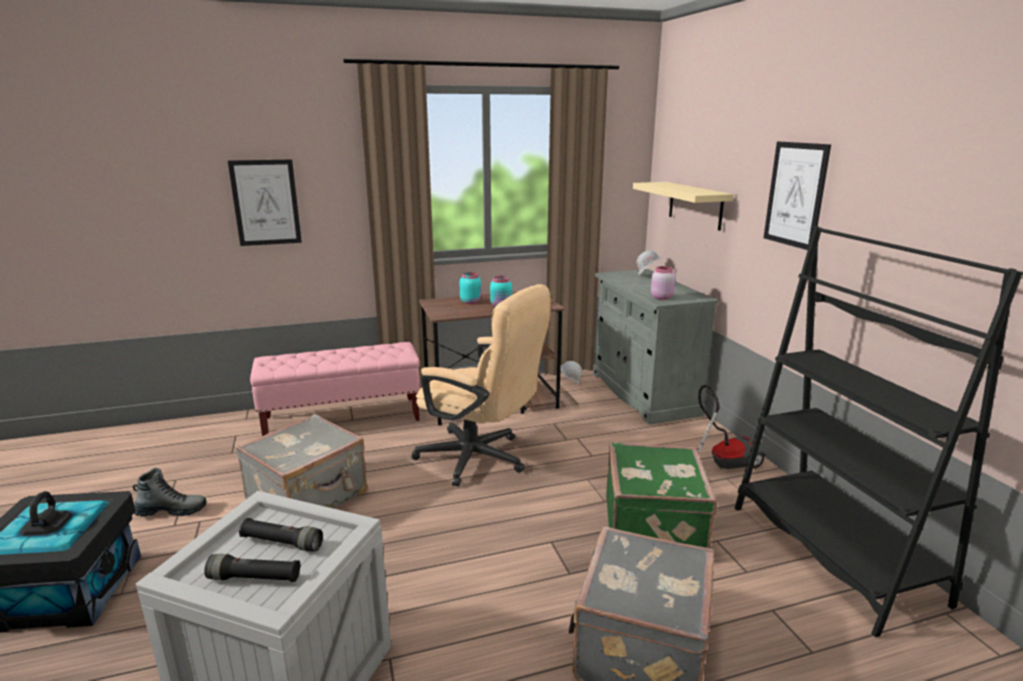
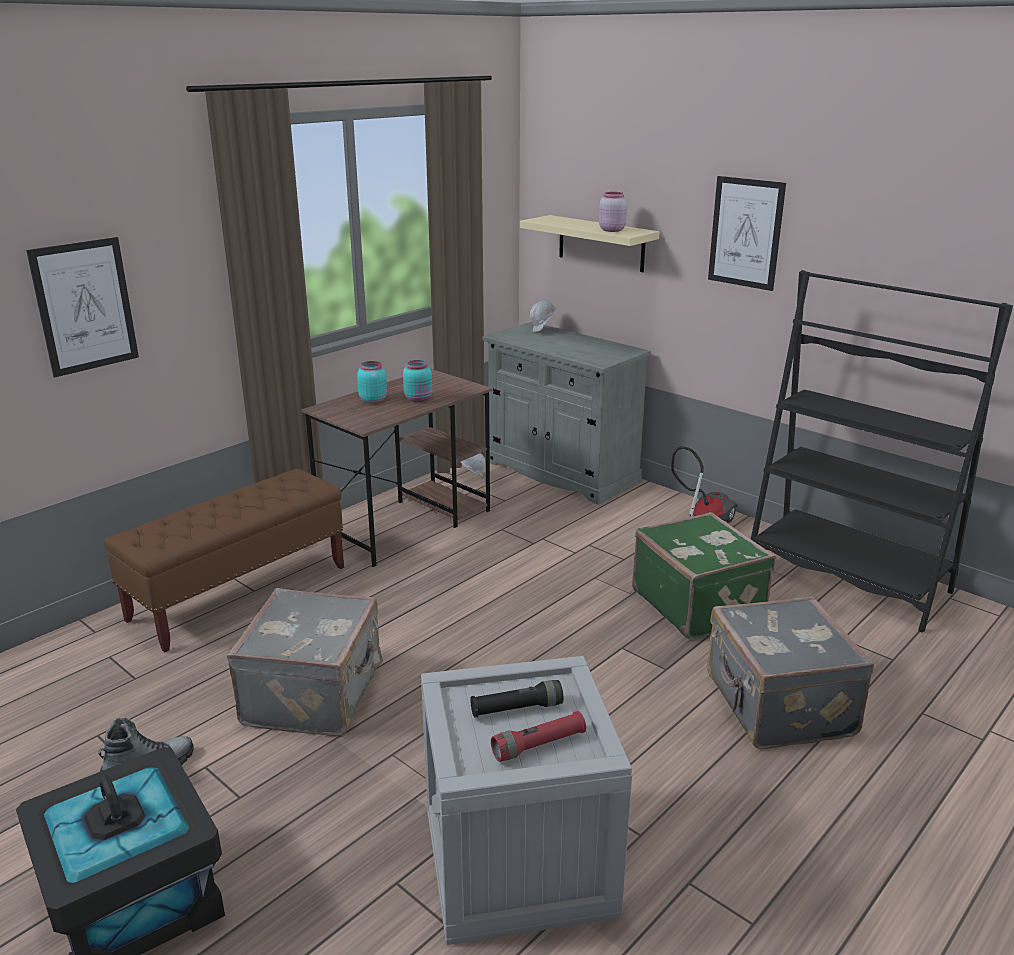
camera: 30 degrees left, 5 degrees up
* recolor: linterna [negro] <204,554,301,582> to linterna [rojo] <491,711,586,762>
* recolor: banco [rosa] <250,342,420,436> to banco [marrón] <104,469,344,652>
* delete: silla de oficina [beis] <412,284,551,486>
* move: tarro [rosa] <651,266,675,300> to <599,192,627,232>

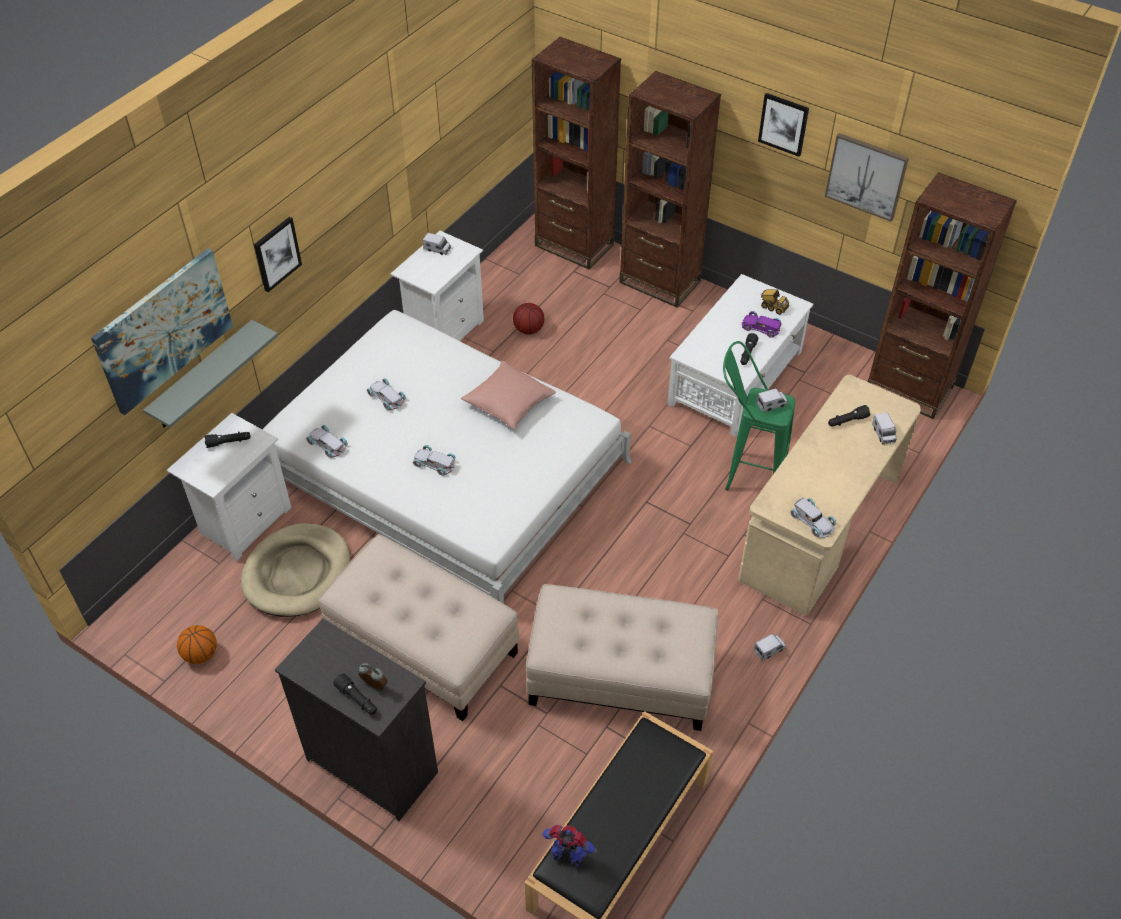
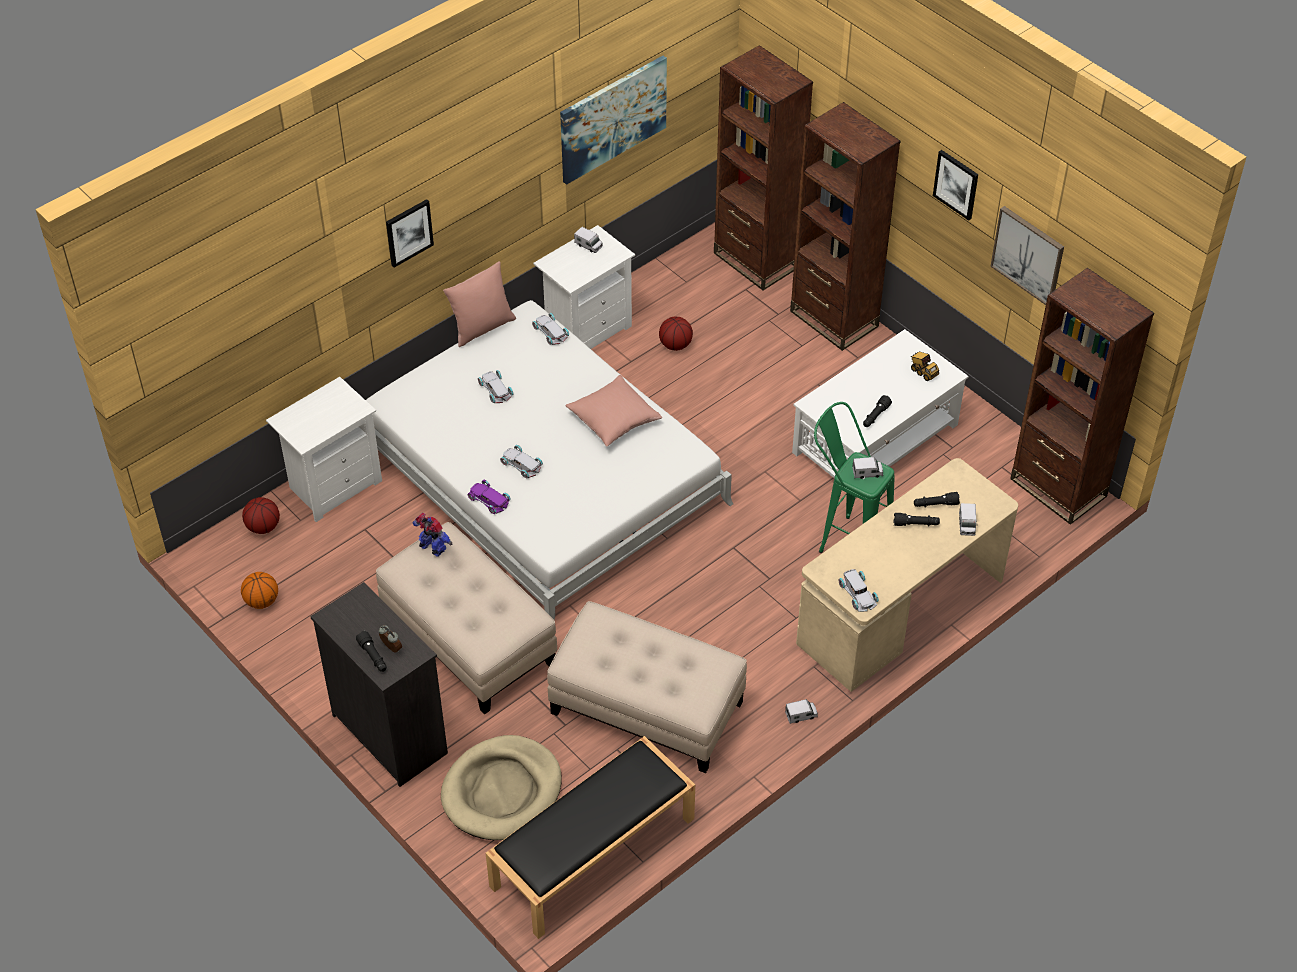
camera: 15 degrees right, 0 degrees up
* move: cuadro <91,248,233,415> to <560,56,667,185>
* delete: estante [gris] <143,320,278,428>
* move: linterna [negro] <204,431,251,448> to <894,513,940,526>
* move: cama para perro [beis] <241,523,350,617> to <441,735,562,840>
* move: coche de juguete [blanco] <306,425,348,458> to <532,313,569,345>
* move: robot de juguete <542,825,597,866> to <412,513,452,557>
* move: coche de juguete [morado] <742,311,781,338> to <467,480,511,514>
* insert: balón de baloncesto <242,497,280,534>
* insert: cojín [rosa] <443,261,516,347>

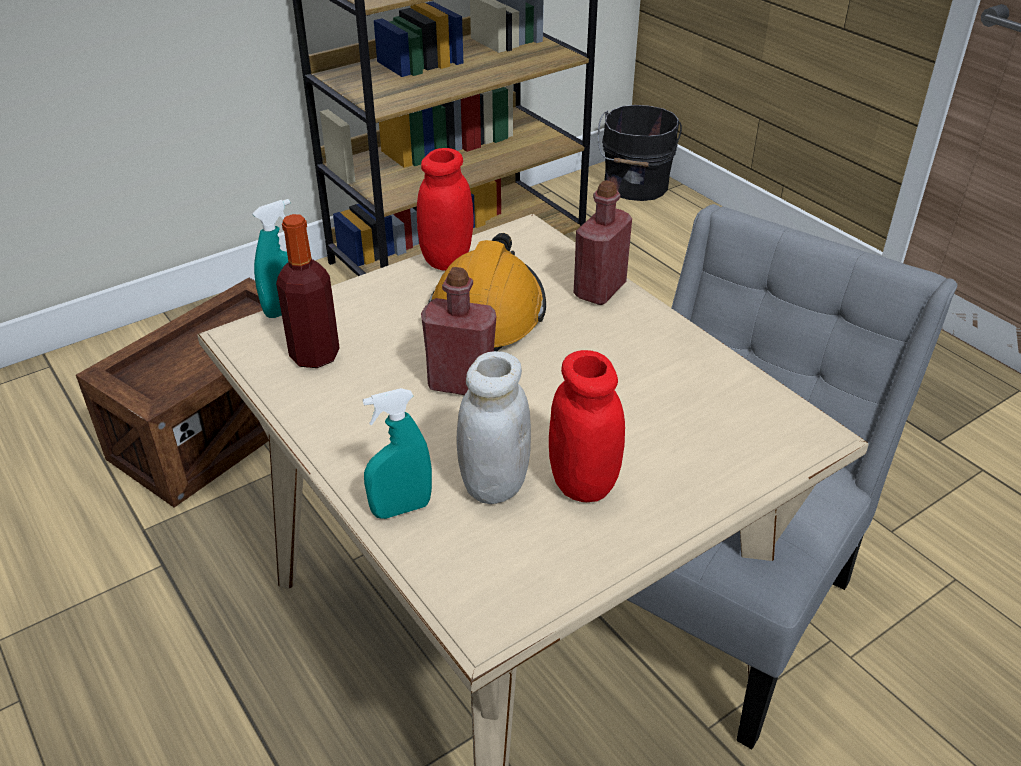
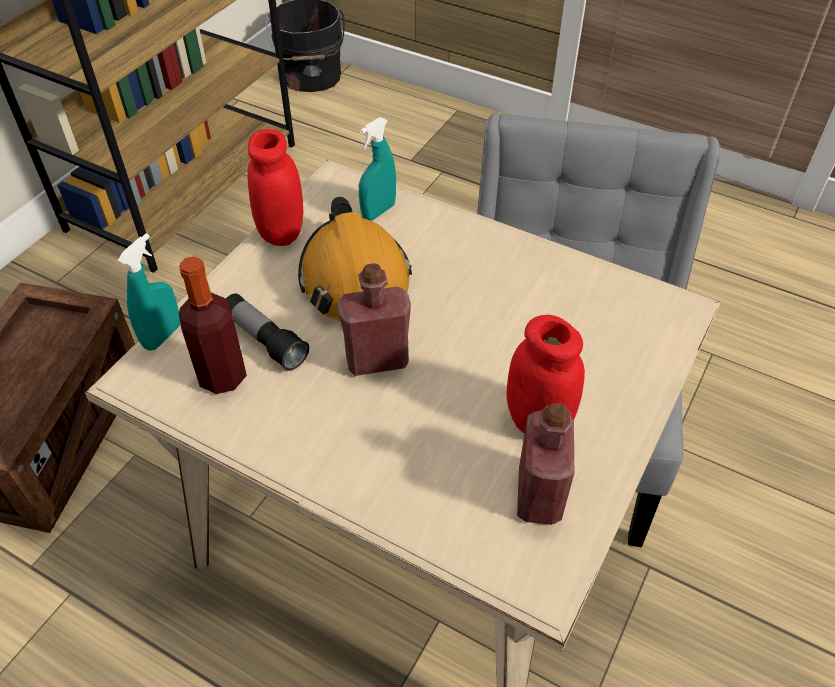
camera: 25 degrees left, 10 degrees up
* move: pulverizador [turquesa] <363,388,432,519> to <359,117,396,220>
* delete: tarro [blanco] <456,351,531,504>
* move: botella [rojo] <574,180,632,305> to <517,403,574,525>
* insert: linterna <226,293,309,371>

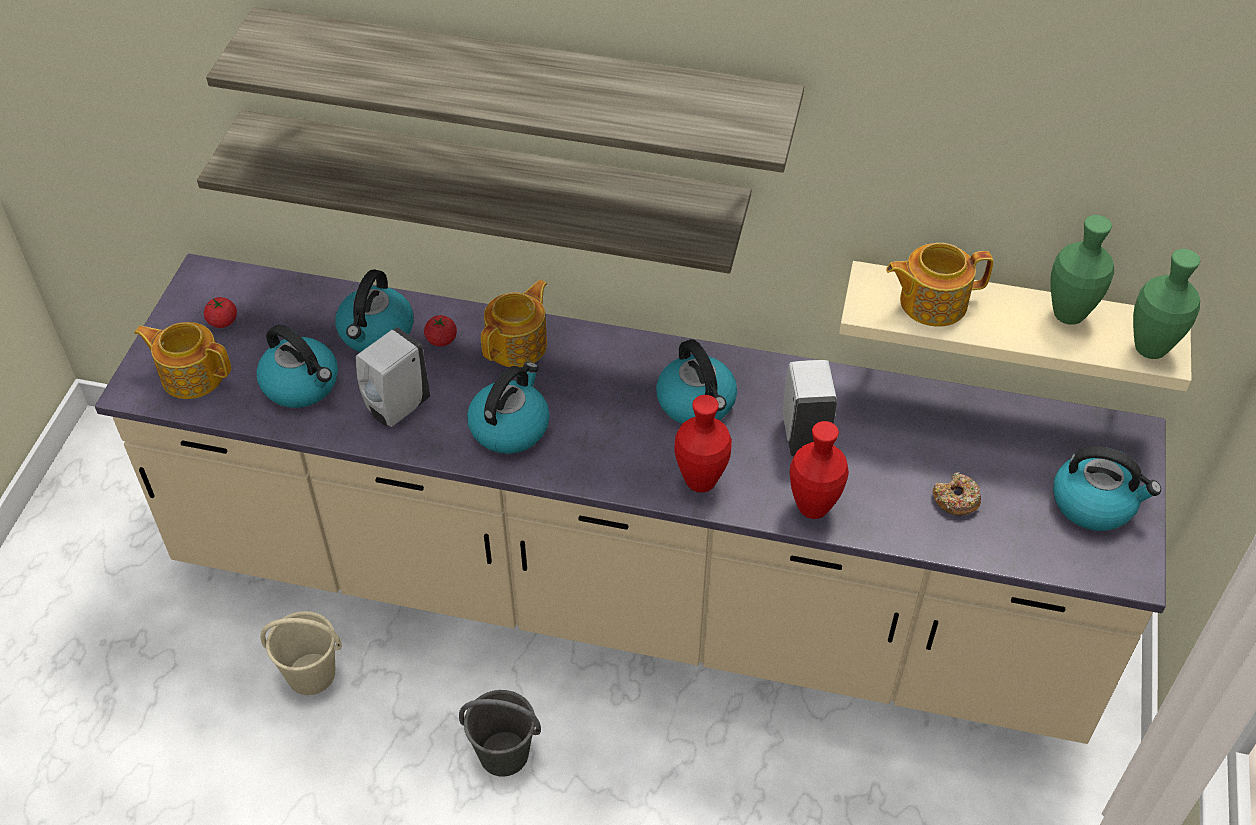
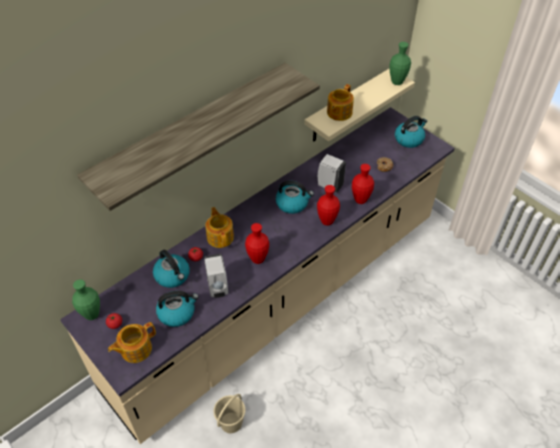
camera: 55 degrees left, 0 degrees up
* delete: estante <197,110,752,274>
* delete: cubo [gris] <459,690,541,777>
* replace: hervidor <467,362,550,454> to florero [rojo] <245,223,269,264>
* move: florero [verde] <1050,215,1114,325> to <72,279,100,320>

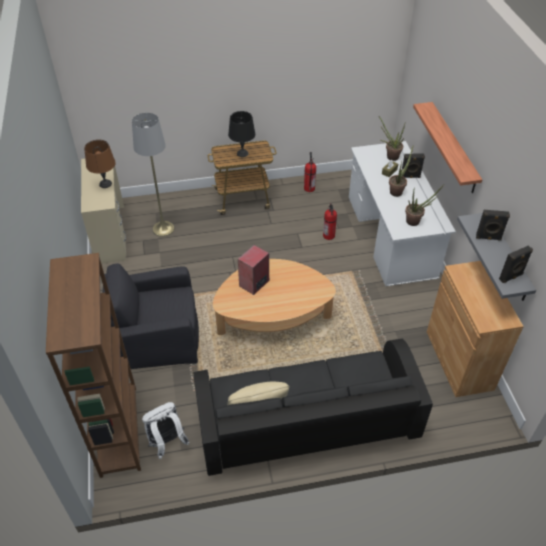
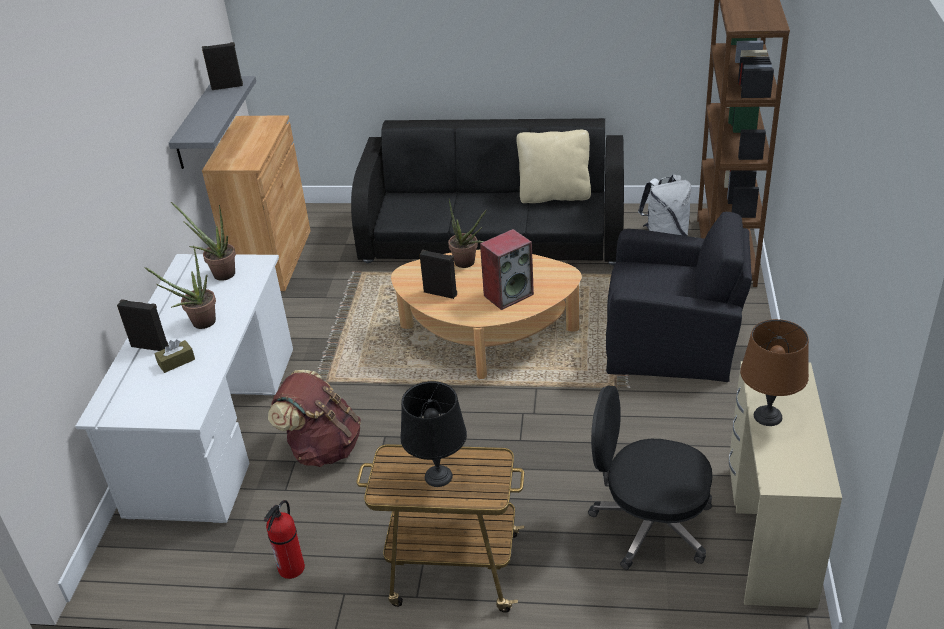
camera: 160 degrees left, 10 degrees down
* replace: lámpara de pie [gris] <132,113,174,237> to silla de oficina [negro] <588,385,712,570>
* replace: extintor <323,203,337,240> to mochila [marrón] <268,370,361,467>
* move: planta en maceta <378,115,405,161> to <448,199,487,268>
* delete: estante <413,102,482,193>
* move: altavoz [negro] <476,210,510,241> to <419,250,457,299>

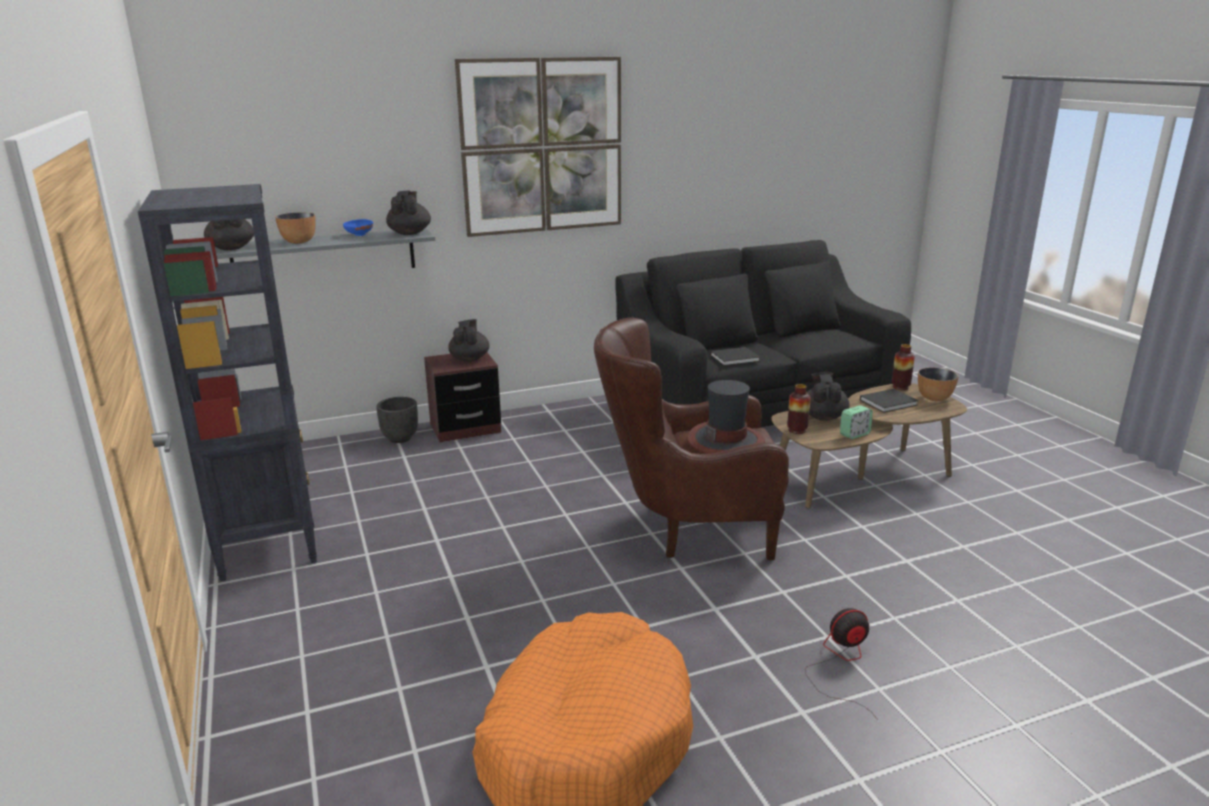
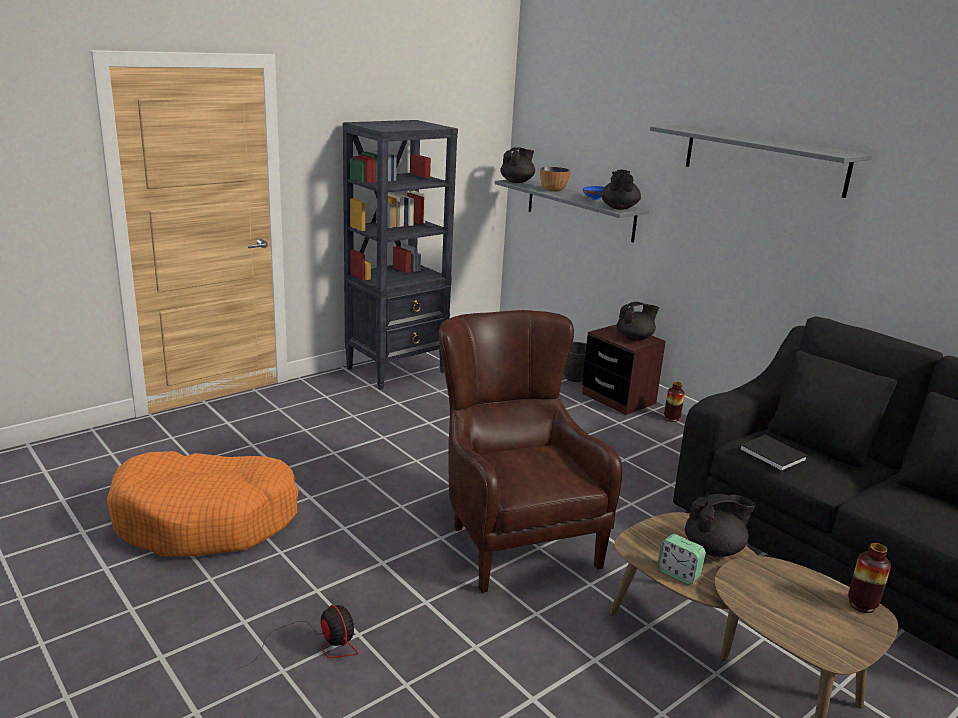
camera: 70 degrees right, 0 degrees up
* rotate: tetera [negro] <386,191,431,235> = <601,170,641,210> 60 degrees counterclockwise
* replace: cuadro <455,57,621,237> to estante [gris] <650,125,873,198>
* delete: sombrero <688,380,765,454>
* move: florero <787,384,811,434> to <664,382,685,422>
* delete: libro [negro] <860,389,918,413>
* delete: cuenco <918,368,958,401>

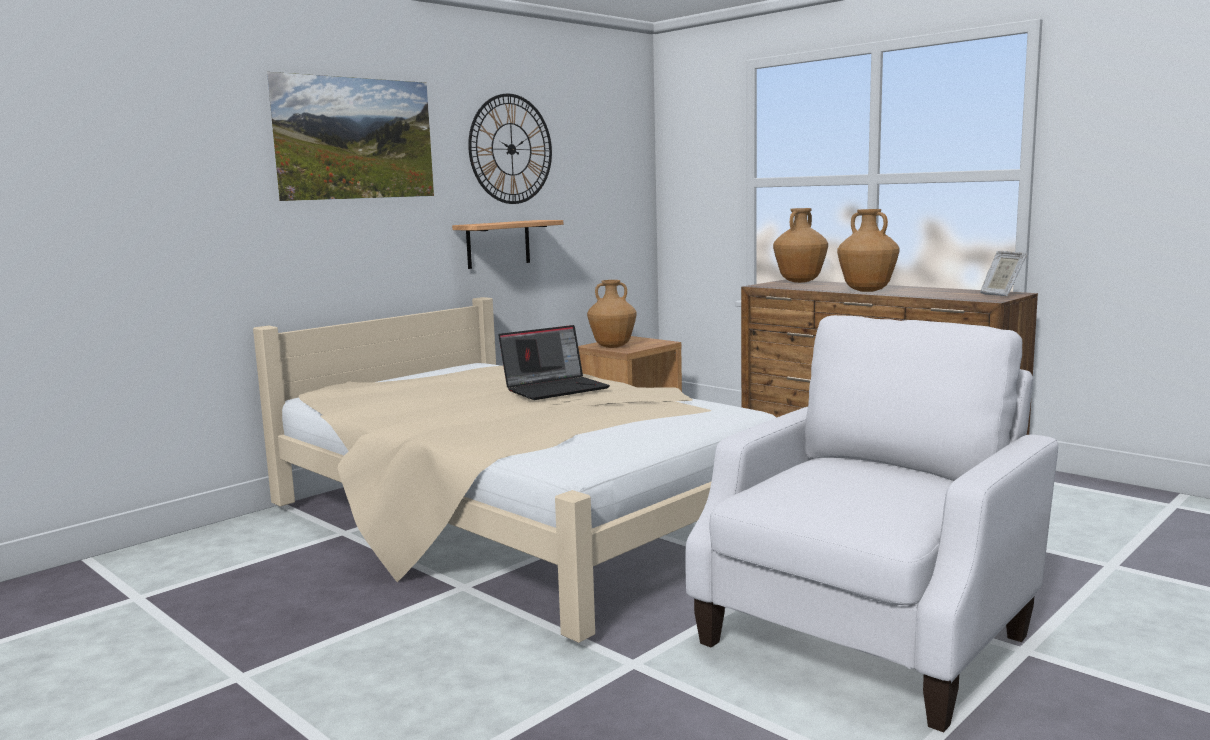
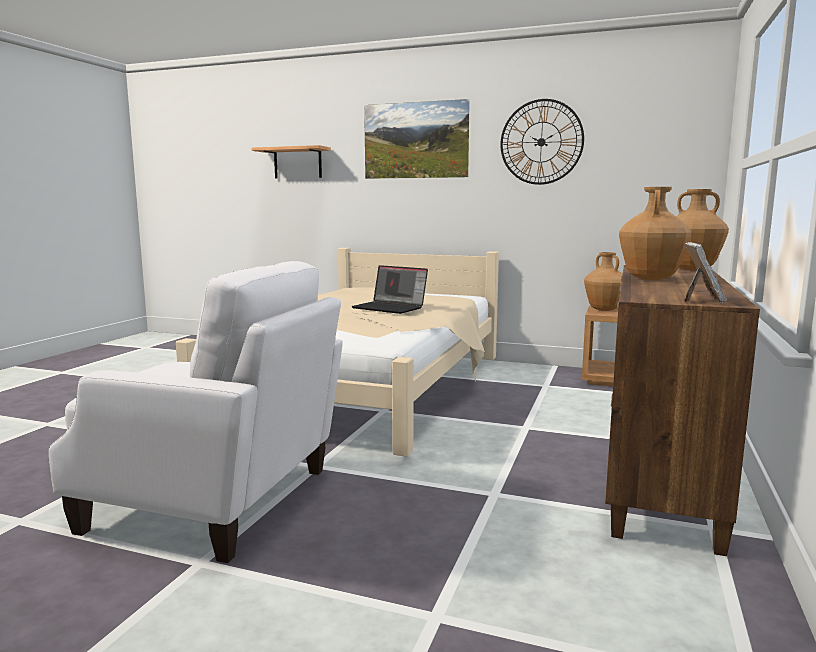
camera: 65 degrees right, 0 degrees up
* move: estante <452,220,563,269> to <251,145,331,178>
* rotate: portarretratos <980,251,1027,296> = <684,242,727,304> 150 degrees clockwise

